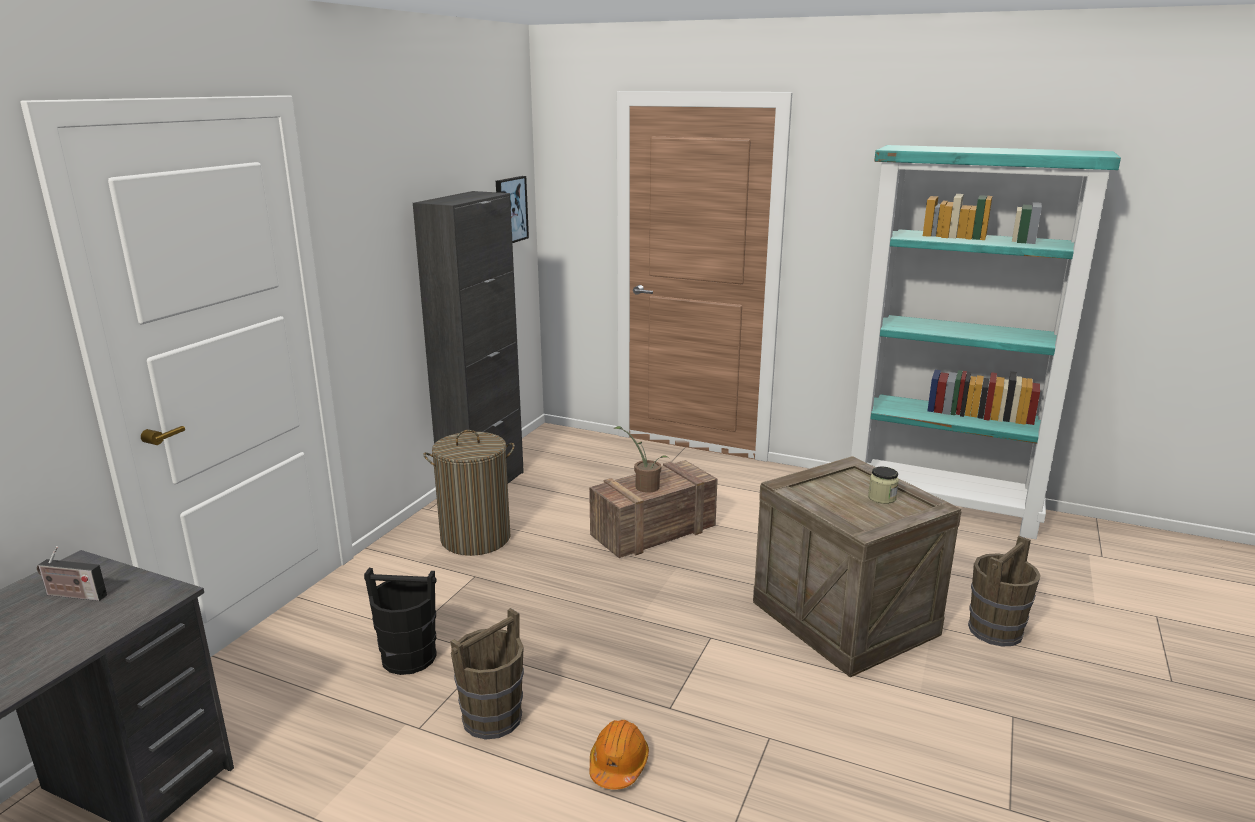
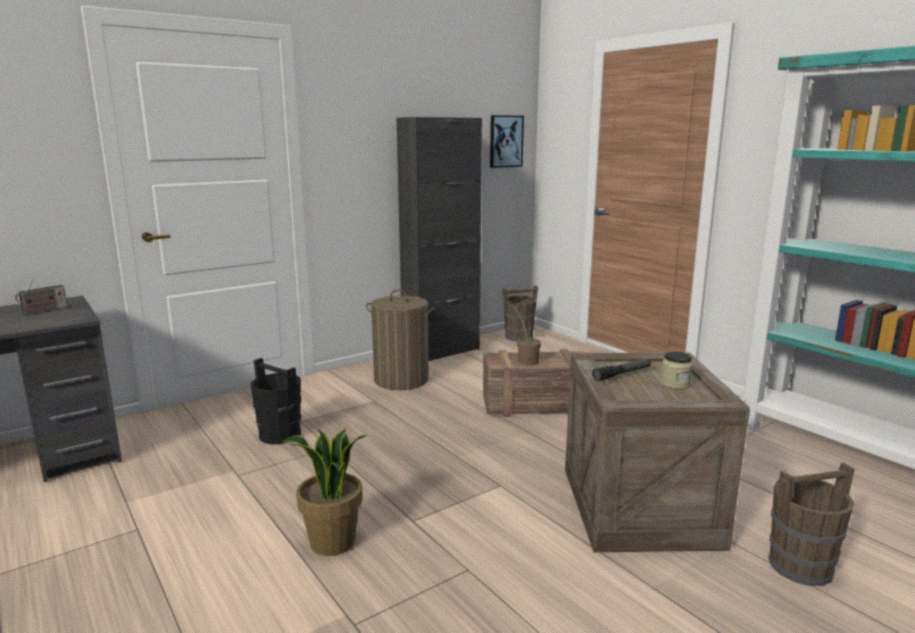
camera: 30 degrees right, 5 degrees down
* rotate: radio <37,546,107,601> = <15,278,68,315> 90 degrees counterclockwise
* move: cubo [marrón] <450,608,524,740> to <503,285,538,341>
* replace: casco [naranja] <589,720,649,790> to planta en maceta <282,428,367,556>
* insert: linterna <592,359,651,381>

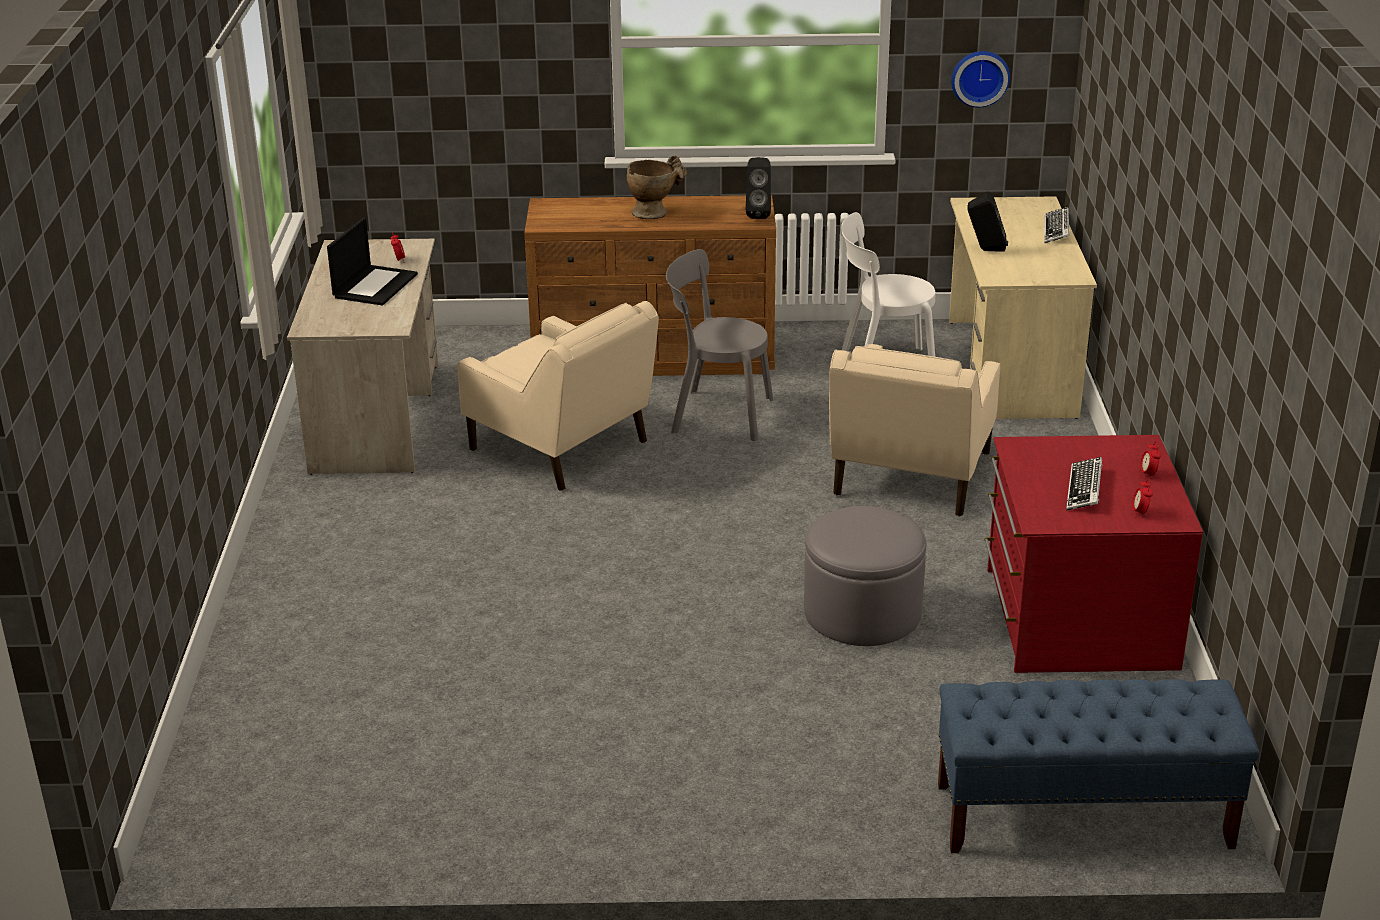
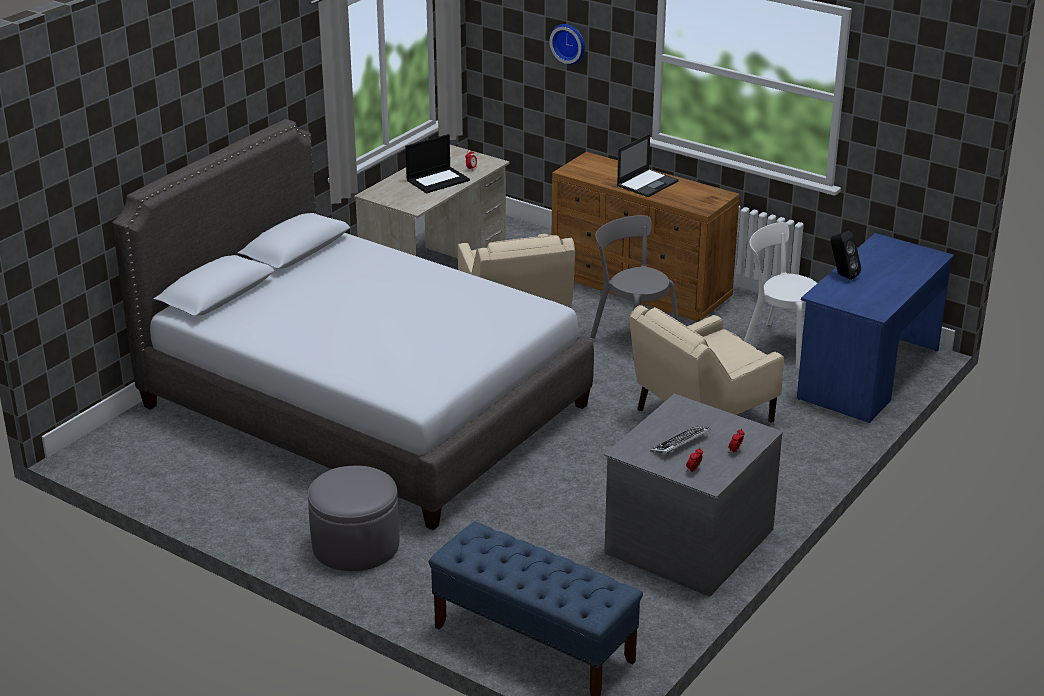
camera: 35 degrees right, 0 degrees up
* replace: florero [beis] <627,156,688,219> to portátil <617,134,679,197>
* delete: altavoz [negro] <746,157,771,219>
* move: puf [gris] <804,506,926,646> to <308,466,399,571>
* recolor: escritorio [beis] <949,196,1097,419> to escritorio [azul] <797,233,954,423>
* move: reloj de pared <951,51,1010,108> to <549,24,585,65>
* recolor: cómoda [rojo] <984,435,1203,673> to cómoda [gris] <604,394,783,597>
* delete: teclado <1044,207,1070,243>
* insert: cama [gris] <112,119,594,530>

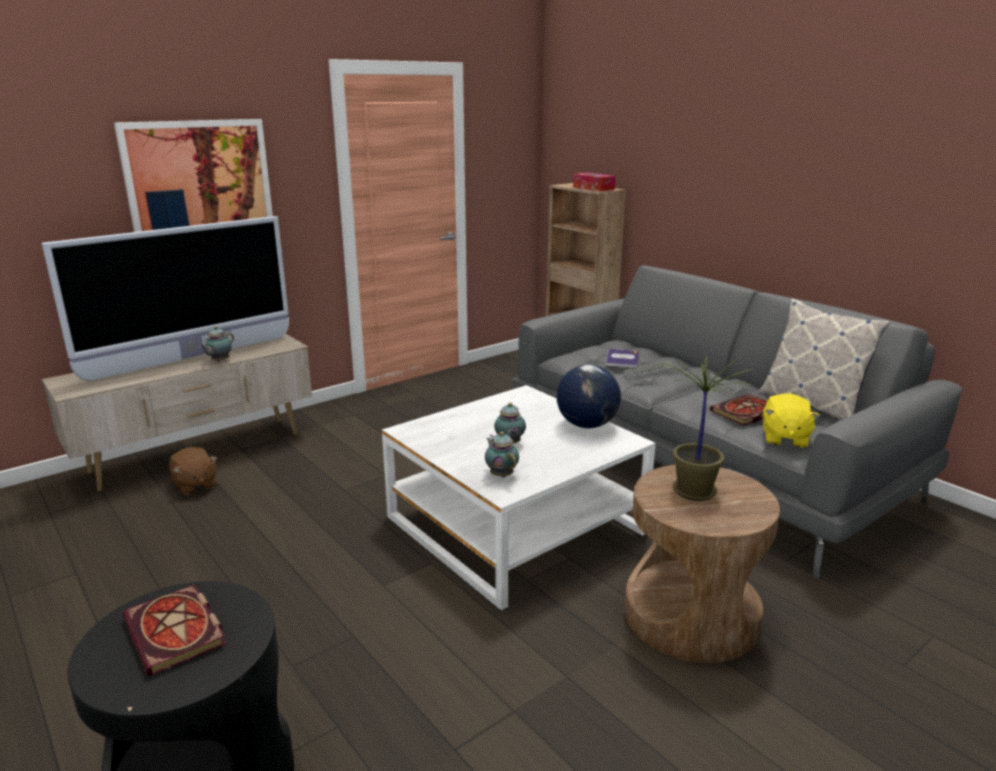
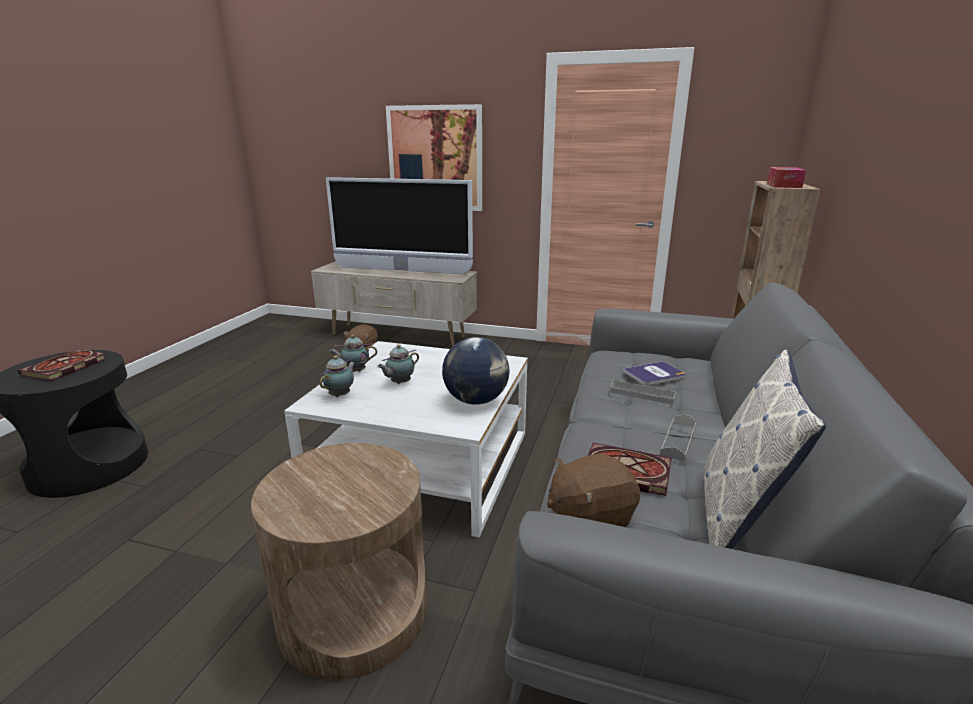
camera: 55 degrees right, 0 degrees up
* move: tetera <199,326,234,362> to <329,335,377,372>
* delete: planta en maceta <660,353,753,501>
* recolor: peluche [amarillo] <763,393,820,448> to peluche [marrón] <547,453,640,527>

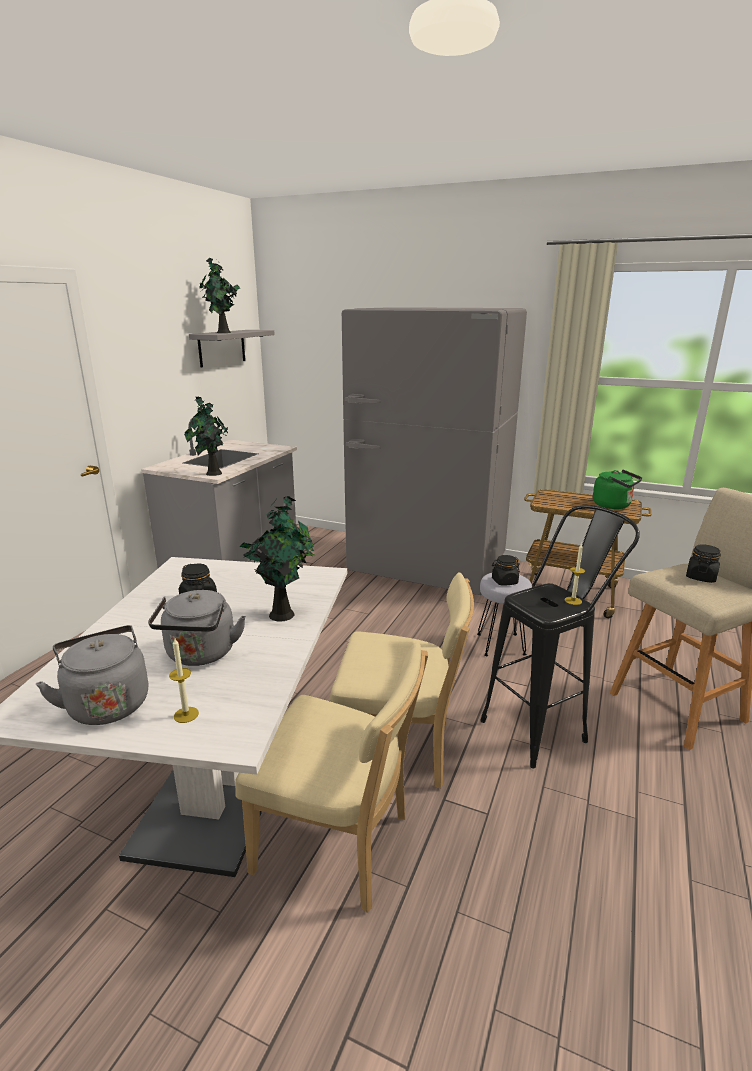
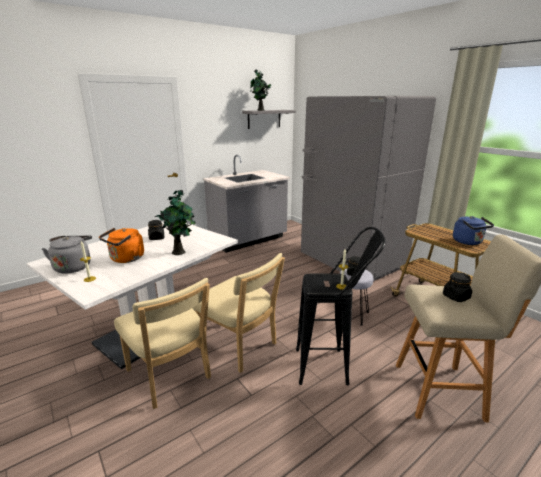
camera: 30 degrees right, 0 degrees up
* recolor: hervidor [gris] <148,590,246,666> to hervidor [naranja] <99,228,144,263>
* delete: planta en maceta <184,396,228,476>
* recolor: hervidor [verde] <593,470,642,509> to hervidor [azul] <453,216,494,245>

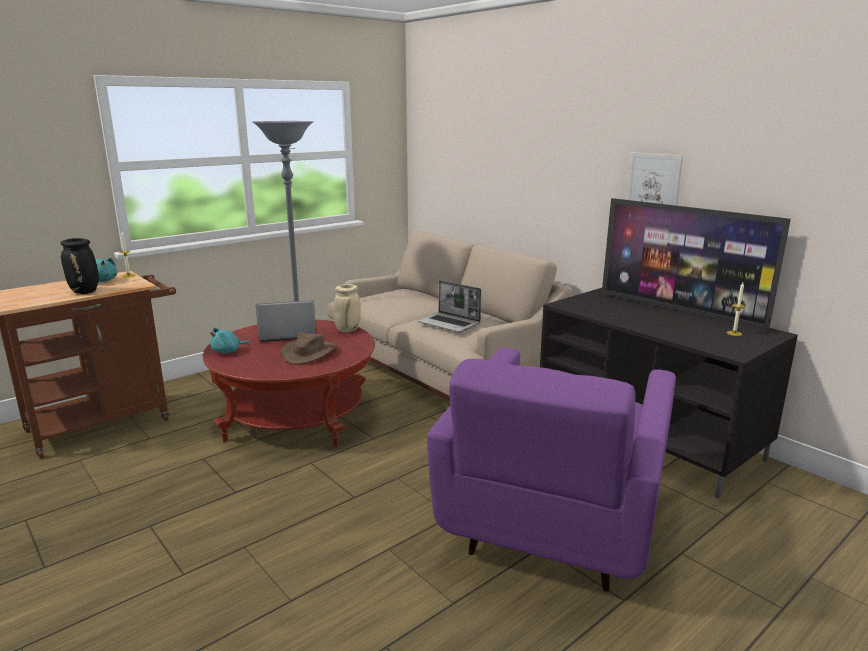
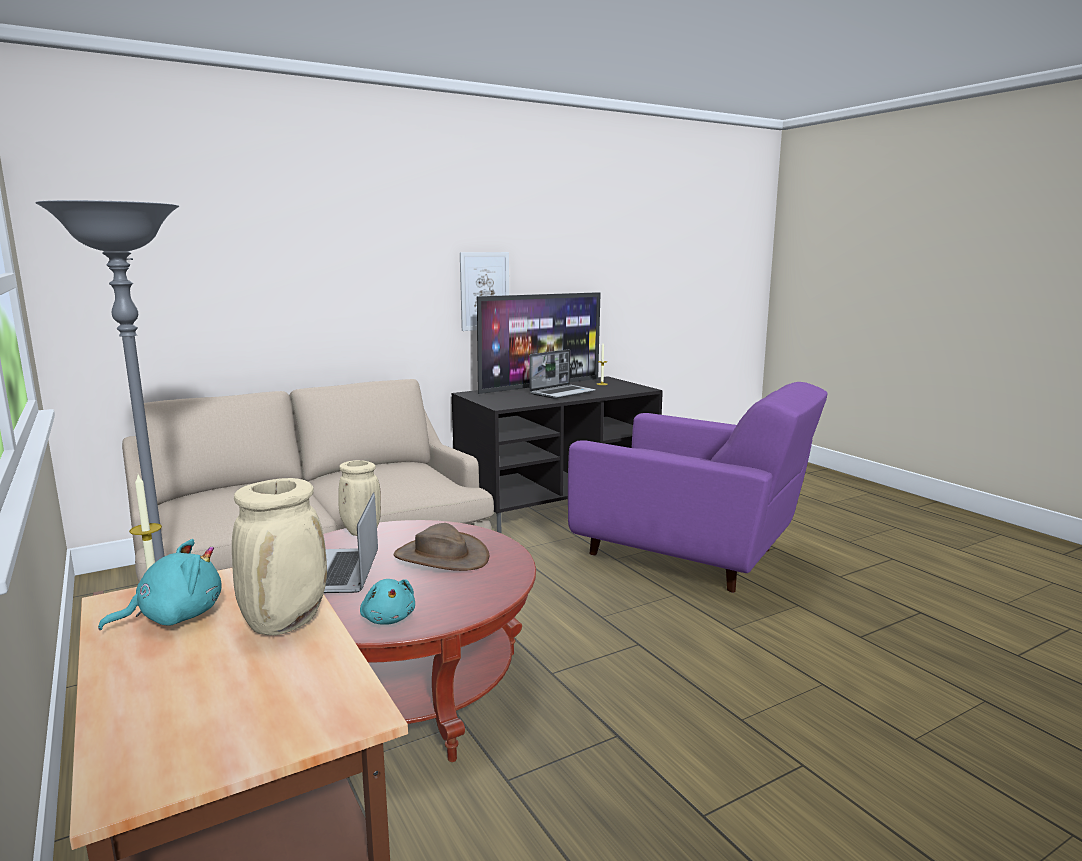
camera: 80 degrees left, 5 degrees down
* recolor: florero [negro] <61,238,99,294> to florero [beis] <232,478,327,635>
* move: portátil <418,280,481,332> to <530,349,596,399>

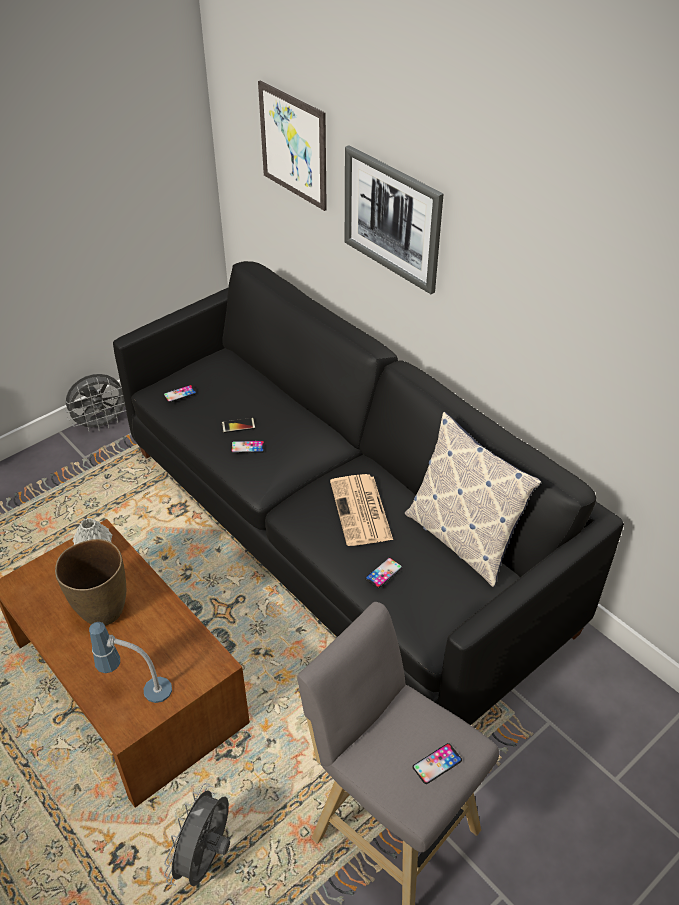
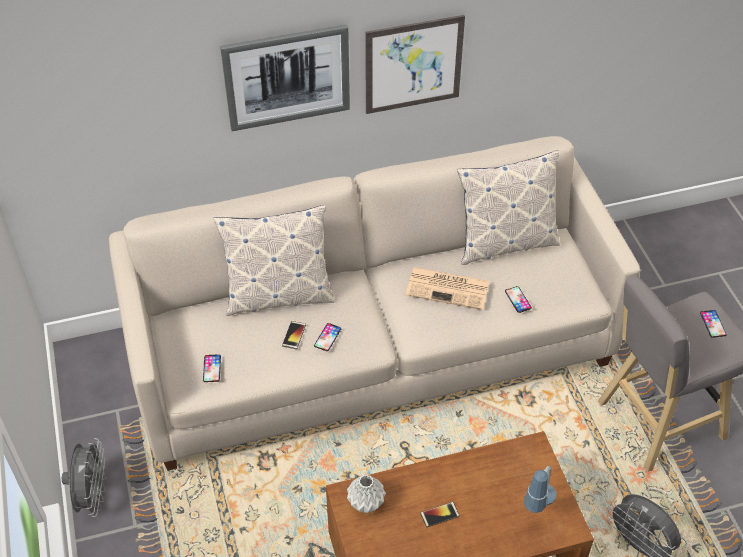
camera: 65 degrees left, 5 degrees up
* replace: florero [marrón] <55,539,126,626> to móvil <420,502,460,527>
* recolor: sofá [negro] <113,261,624,725> to sofá [beis] <109,136,640,471>
* move: cuadro <258,81,327,211> to <365,15,465,114>
* insert: cojín <213,205,334,316>

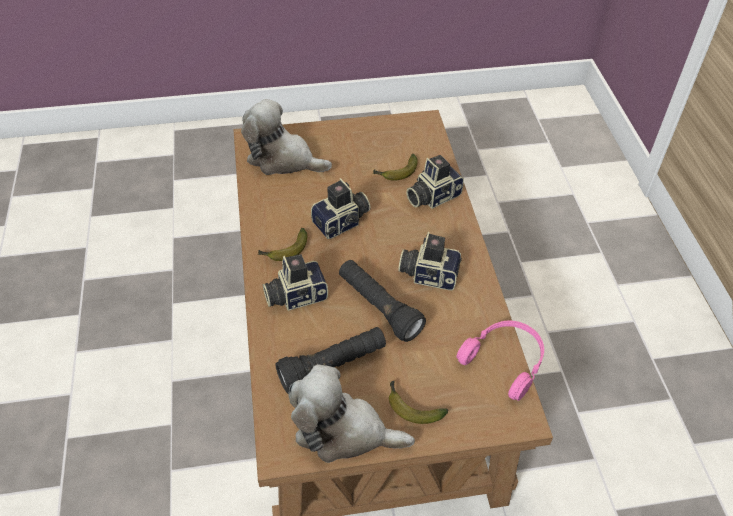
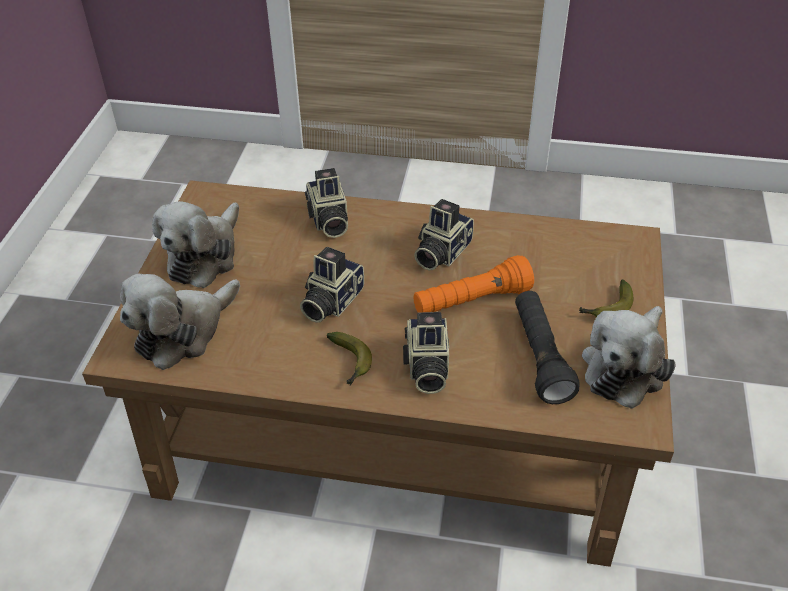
camera: 70 degrees left, 5 degrees down
* rotate: cámara <311,178,371,239> = <300,247,364,323> 135 degrees counterclockwise
* recolor: linterna [negro] <339,260,426,342> to linterna [naranja] <414,255,534,312>
* delete: plátano <373,154,418,181>
* delete: auriculares [rosa] <456,321,544,401>
* insert: peluche <152,201,239,288>

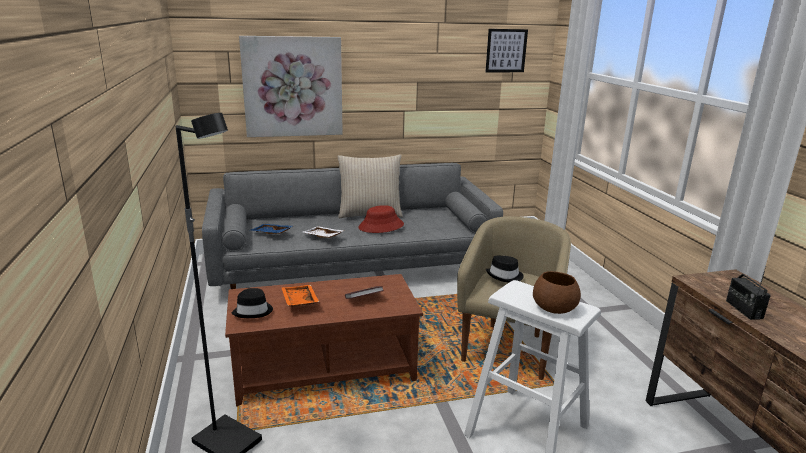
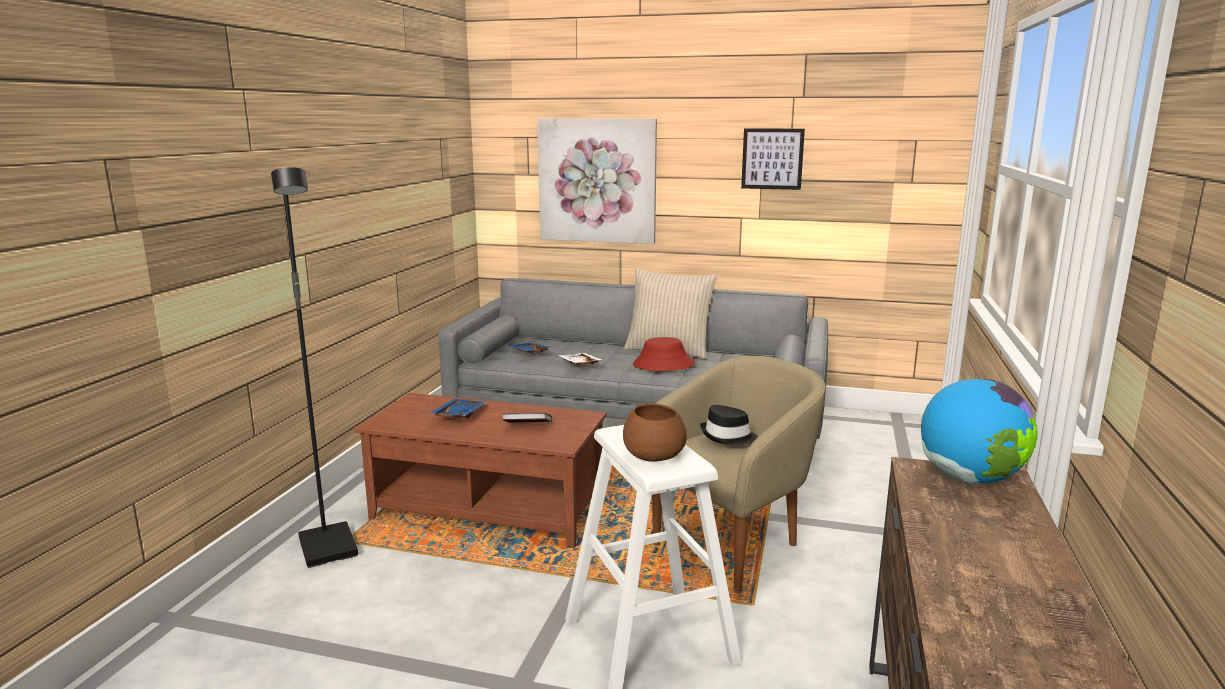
camera: 30 degrees right, 5 degrees down
* delete: sombrero [negro] <232,288,273,318>
* recolor: bandeja [naranja] <282,285,319,307> to bandeja [azul] <429,399,486,419>
* move: cuadro <485,29,528,72> to <741,128,805,190>
* delete: radio <726,266,771,320>
* insert: globo terráqueo <921,379,1038,485>

